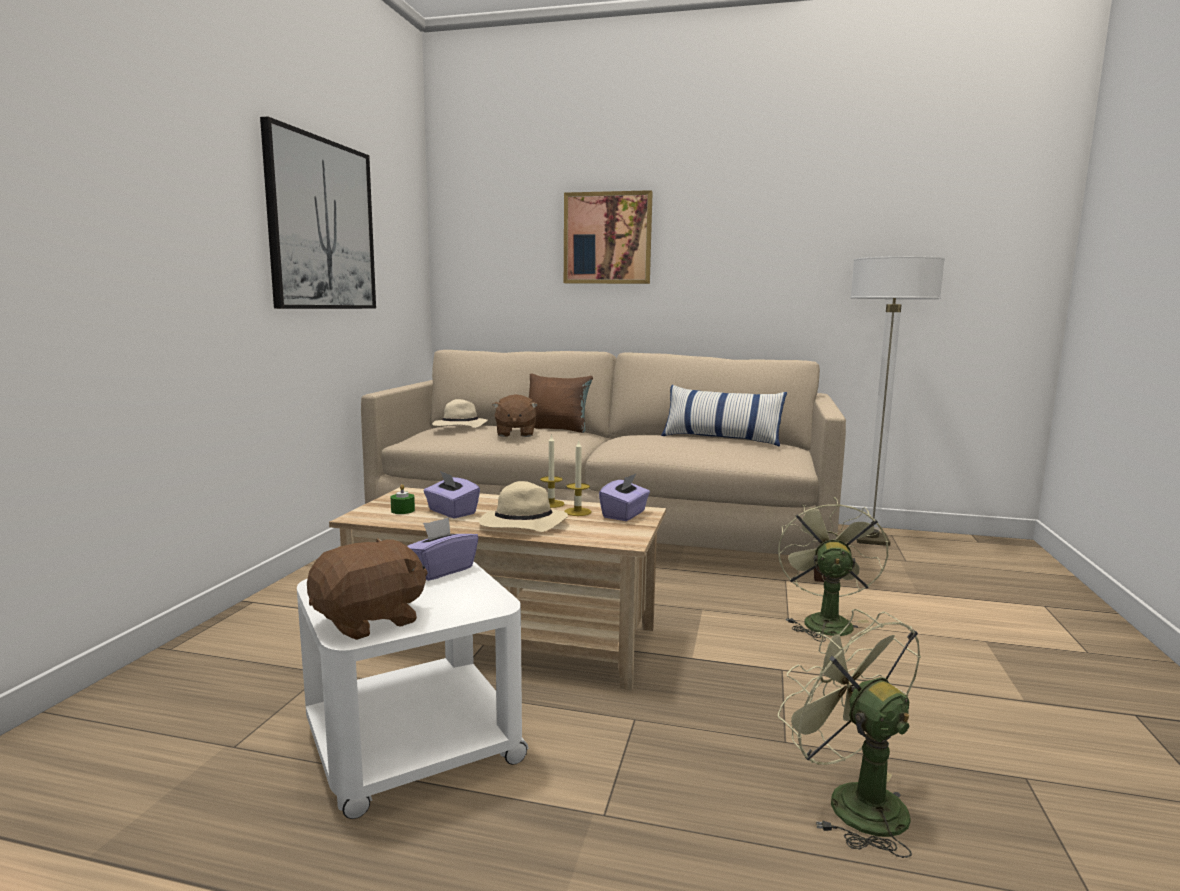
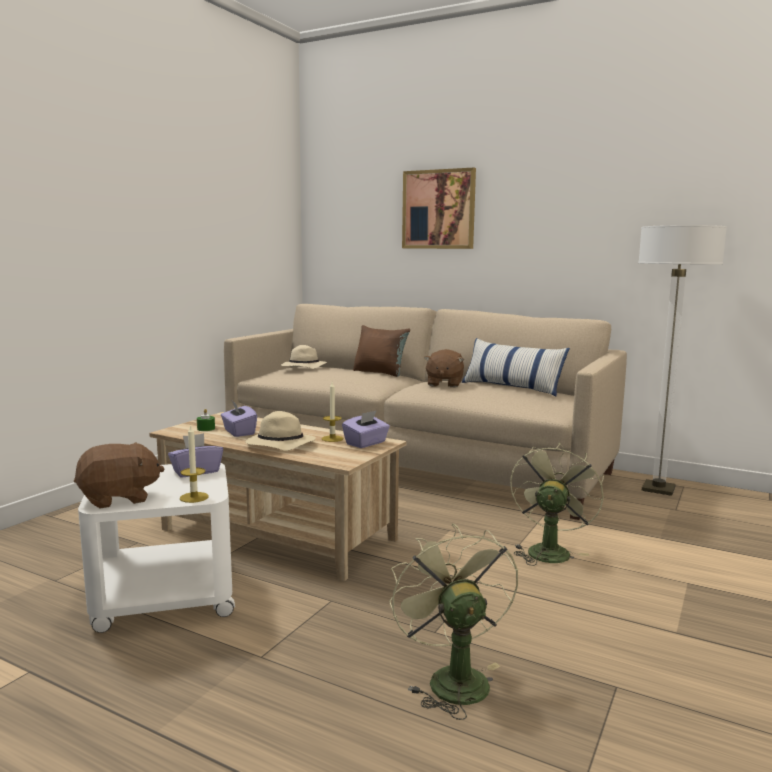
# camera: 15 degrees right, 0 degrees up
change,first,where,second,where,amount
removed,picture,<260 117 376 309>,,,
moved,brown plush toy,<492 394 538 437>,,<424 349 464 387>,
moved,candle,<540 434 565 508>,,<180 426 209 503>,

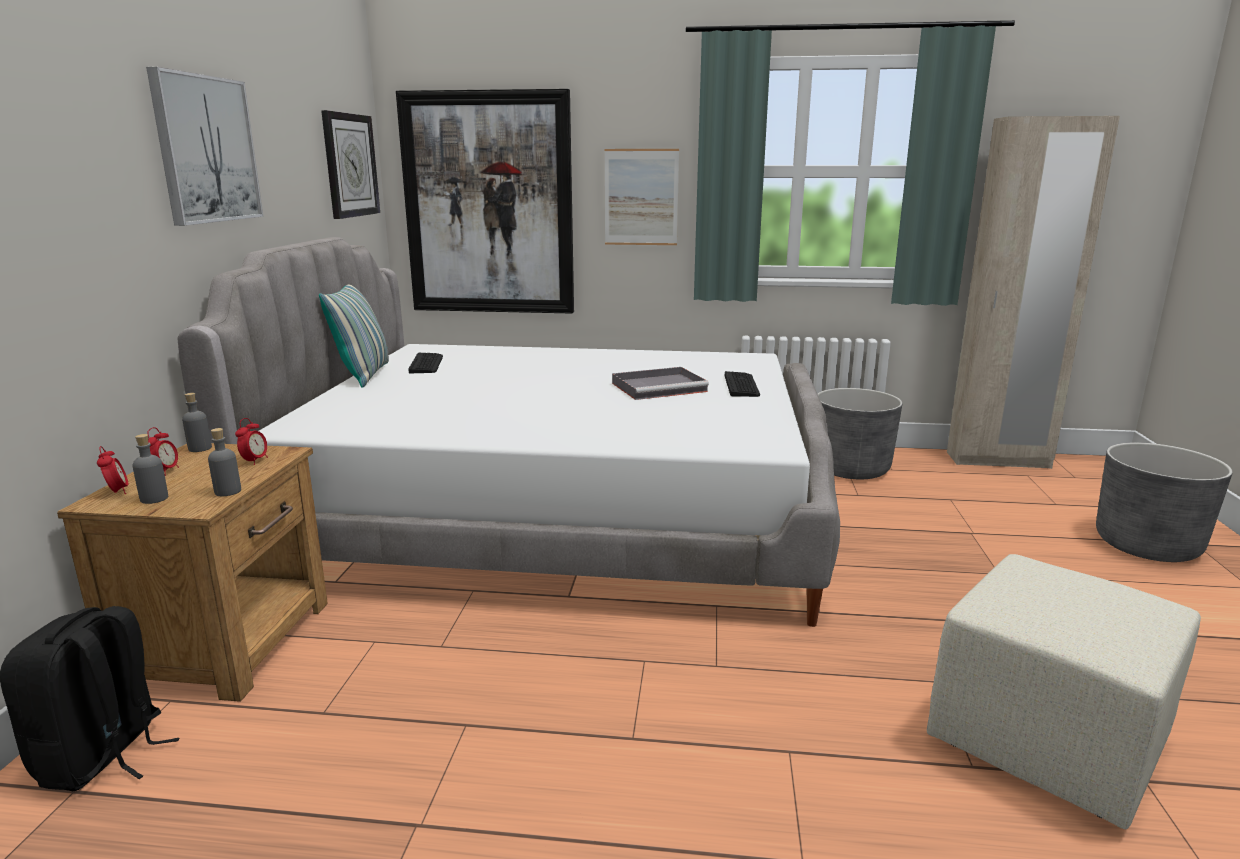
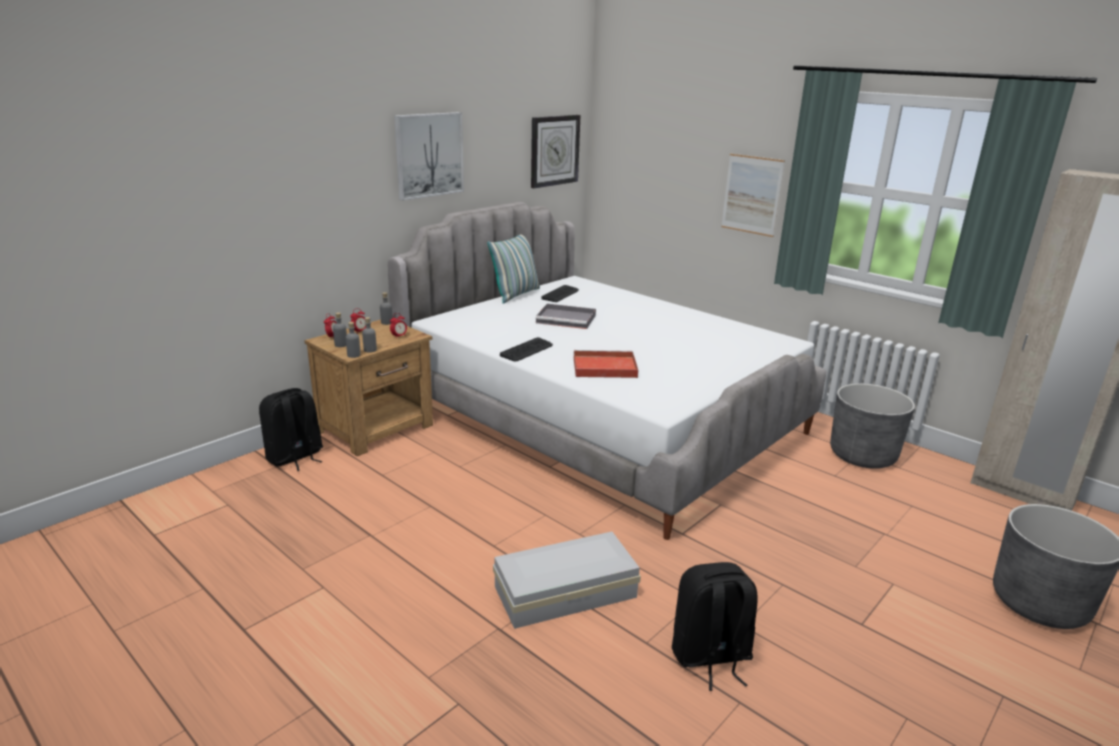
# camera: 35 degrees right, 5 degrees up
change,first,where,second,where,amount
removed,picture,<396 89 574 314>,,,
moved,grey tray,<612 367 709 400>,,<536 304 596 329>,
moved,keyboard,<725 371 760 397>,,<500 337 553 361>,
replaced,beige ottoman,<927 554 1201 829>,black backpack,<672 562 758 691>,
added,,,grey bottle,<346 322 361 358>,
added,,,white storage box,<493 532 641 629>,
added,,,red tray,<574 350 638 378>,

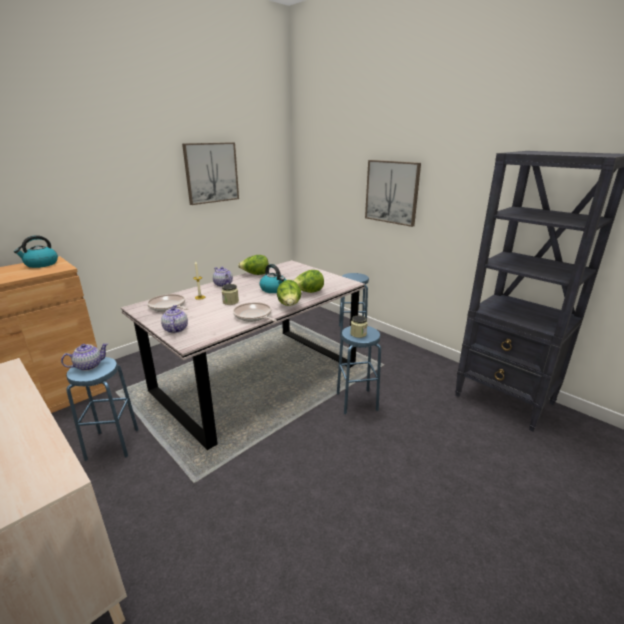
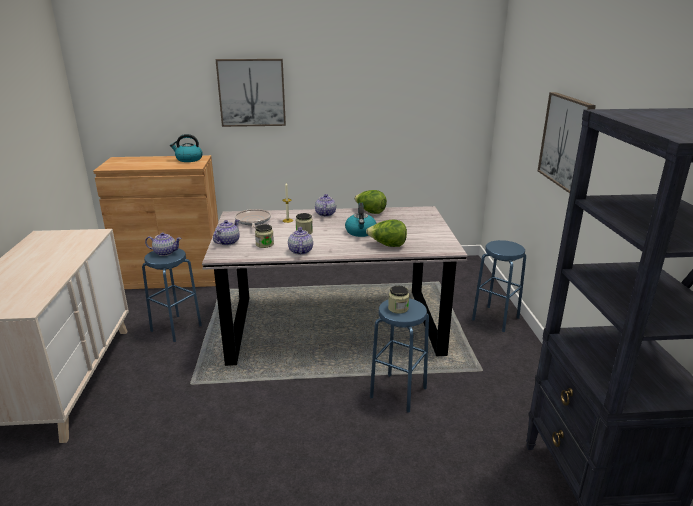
# camera: 40 degrees right, 0 degrees up
change,first,where,second,where,amount
moved,picture,<182 142 239 205>,,<216 59 286 127>,
replaced,frying pan,<233 302 277 322>,teapot,<288 227 313 255>,
removed,lettuce,<277 280 301 306>,,,
added,,,jar,<255 224 274 248>,

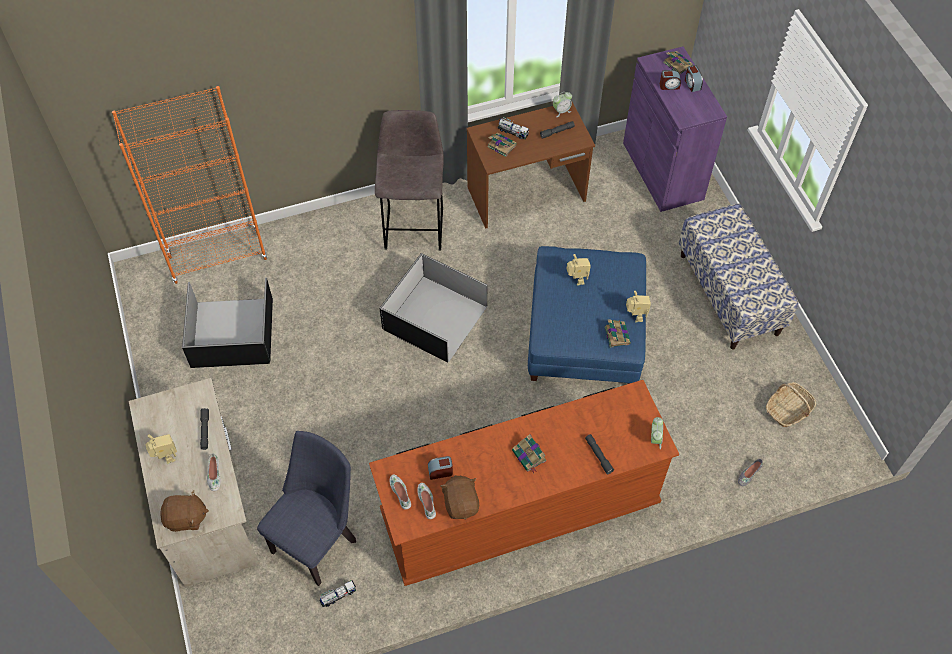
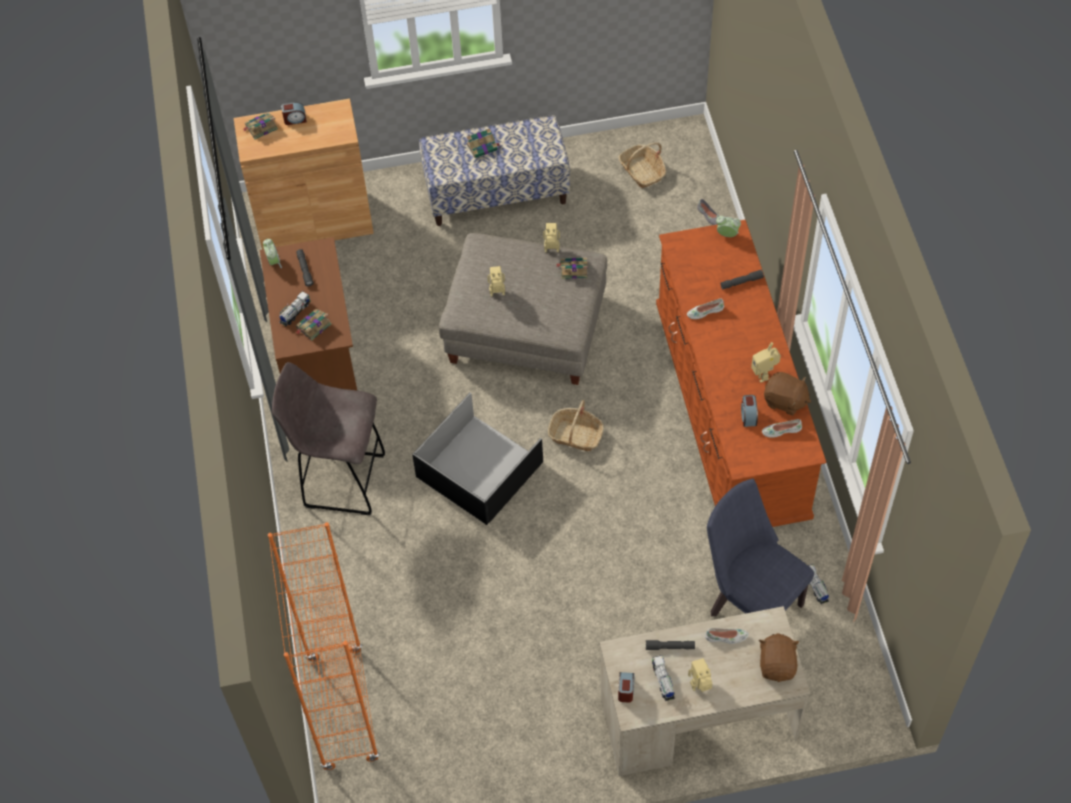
# camera: 80 degrees left, 0 degrees up
change,first,where,second,where,amount
removed,black storage box,<182 278 273 368>,,,
moved,white shoe,<390 475 411 509>,,<687 298 724 319>,
turned,brown plush toy,<440 475 479 519>,,<764 372 811 416>,150 degrees counterclockwise
moved,book,<512 434 546 473>,,<467 128 500 158>,
recoloured,blue ottoman,<528 246 646 384>,grey ottoman,<439 233 607 385>,
recoloured,purple cabinet,<623 46 727 212>,brown cabinet,<234 99 374 250>,
moved,alarm clock,<660 70 681 90>,,<618 672 635 703>,
added,,,basket,<548 400 604 451>,
added,,,toy truck,<652 655 675 701>,
added,,,toy robot,<751 342 781 383>,

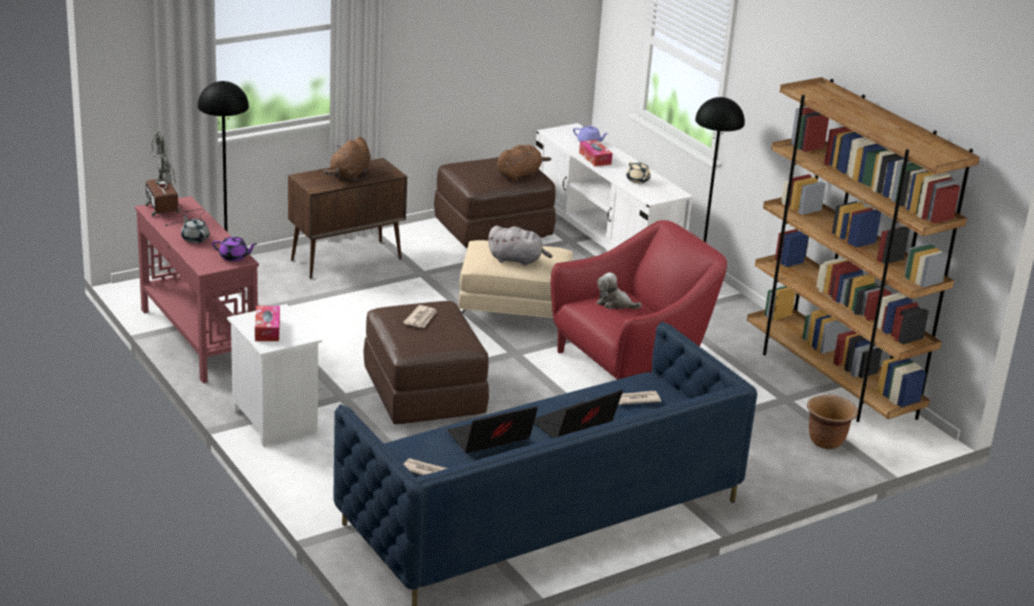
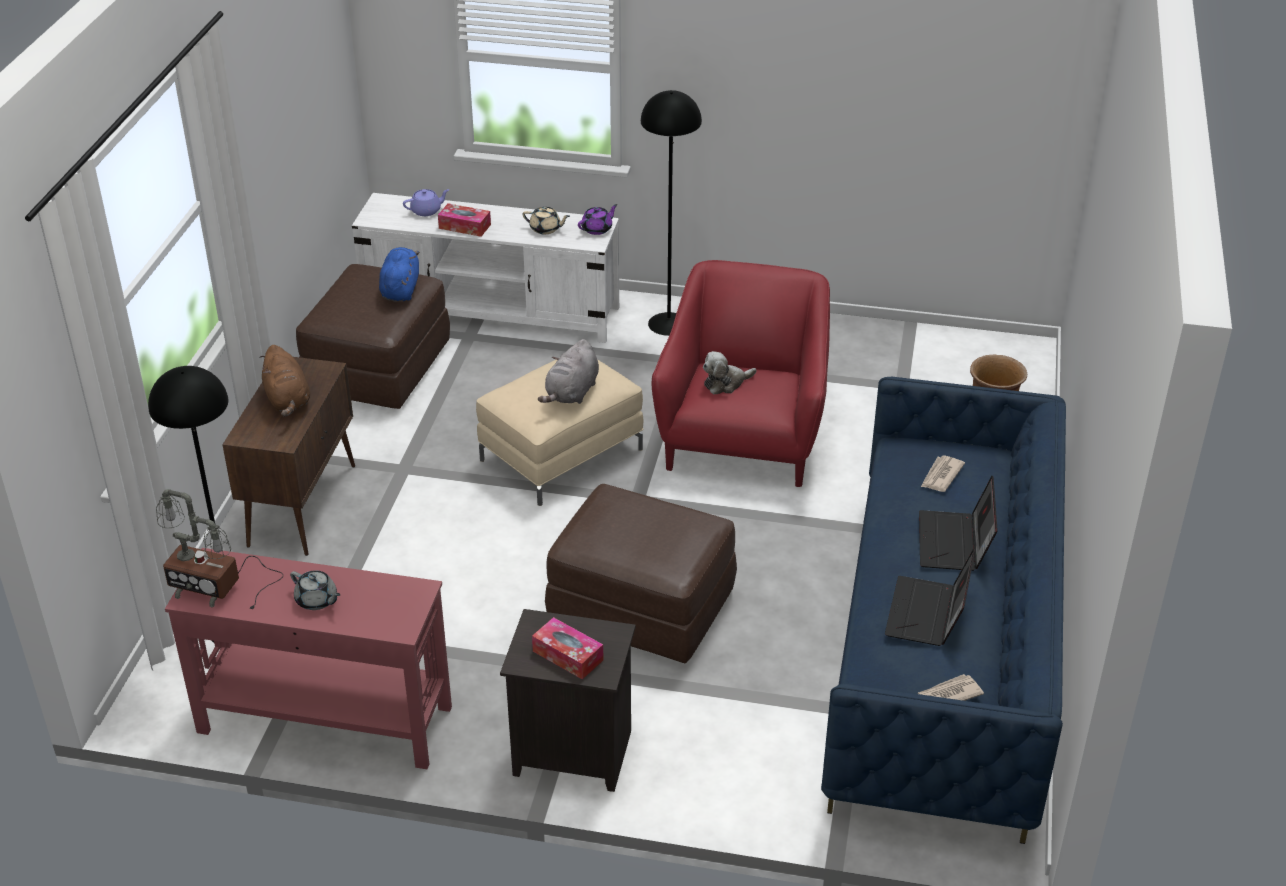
# camera: 45 degrees left, 10 degrees up
change,first,where,second,where,amount
turned,grey teapot,<181 214 210 243>,,<290 570 341 610>,150 degrees counterclockwise
moved,purple teapot,<212 236 257 261>,,<578 204 618 235>,
recoloured,white nightstand,<227 304 322 447>,black nightstand,<500 609 636 792>,
removed,newspaper,<403 305 437 328>,,,
turned,grey plush toy,<488 226 552 266>,,<538 339 599 404>,150 degrees clockwise
recoloured,brown plush toy,<497 145 551 181>,blue plush toy,<379 247 419 301>,
removed,brown bookcase,<747 77 980 422>,,,

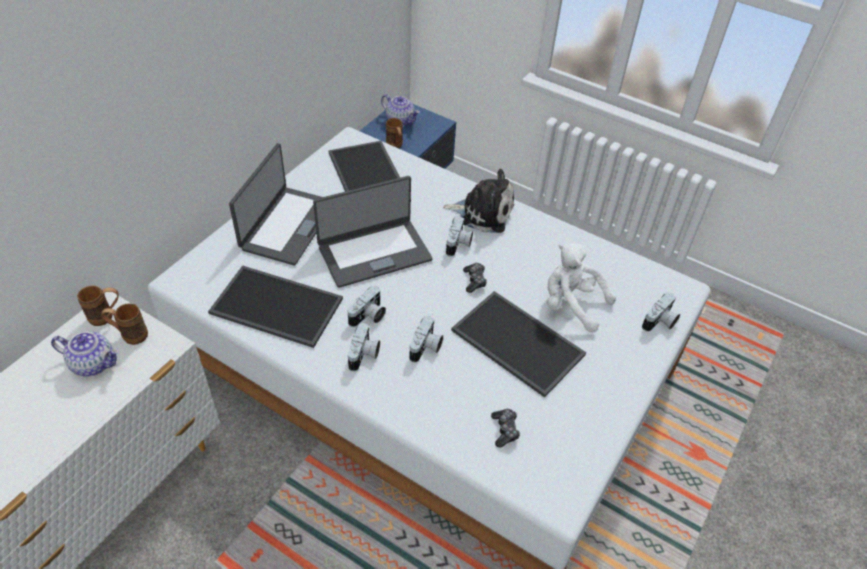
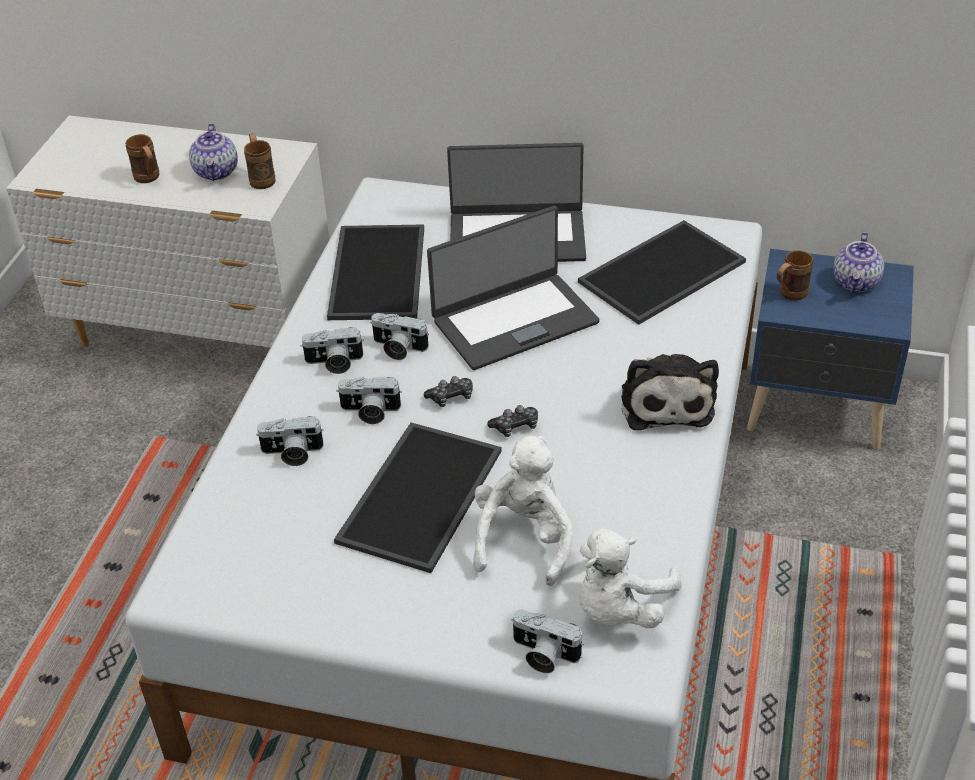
# camera: 75 degrees right, 5 degrees down
change,first,where,second,where,amount
moved,brown mug,<77 286 119 326>,,<125 134 159 183>,
turned,laptop,<313 176 433 288>,,<427 206 599 370>,75 degrees counterclockwise
moved,photo camera,<446 216 473 257>,,<256 416 324 466>,
moved,game controller,<491 409 520 447>,,<424 376 473 407>,
added,,,white plush toy,<579 529 682 628>,

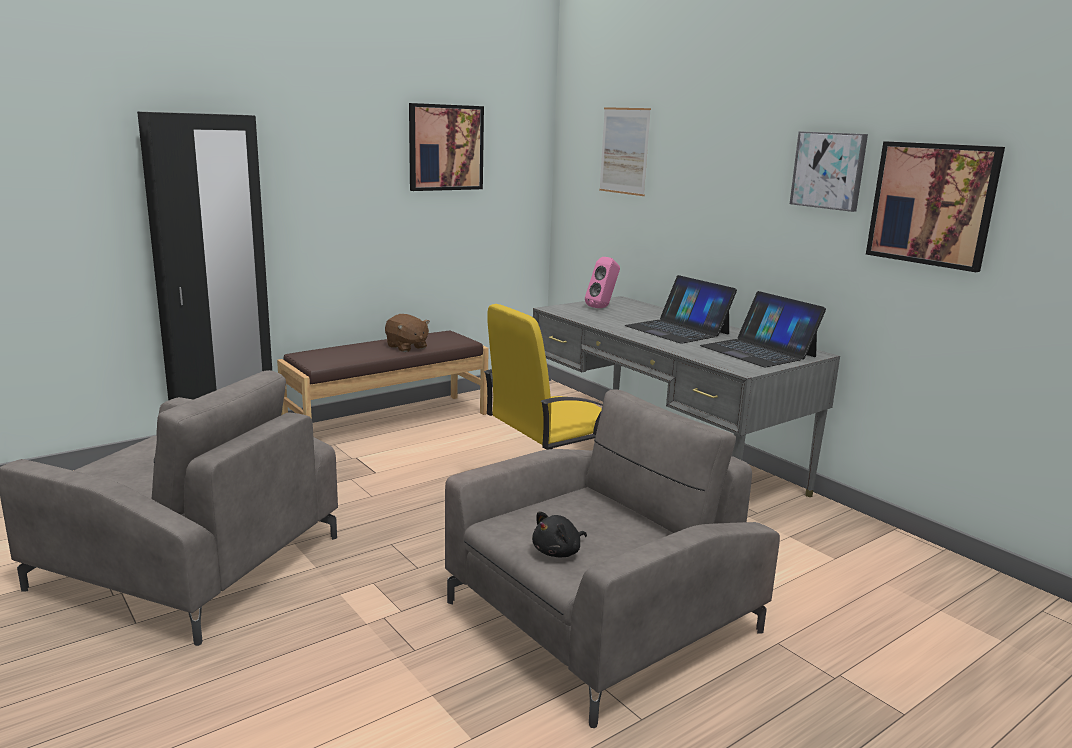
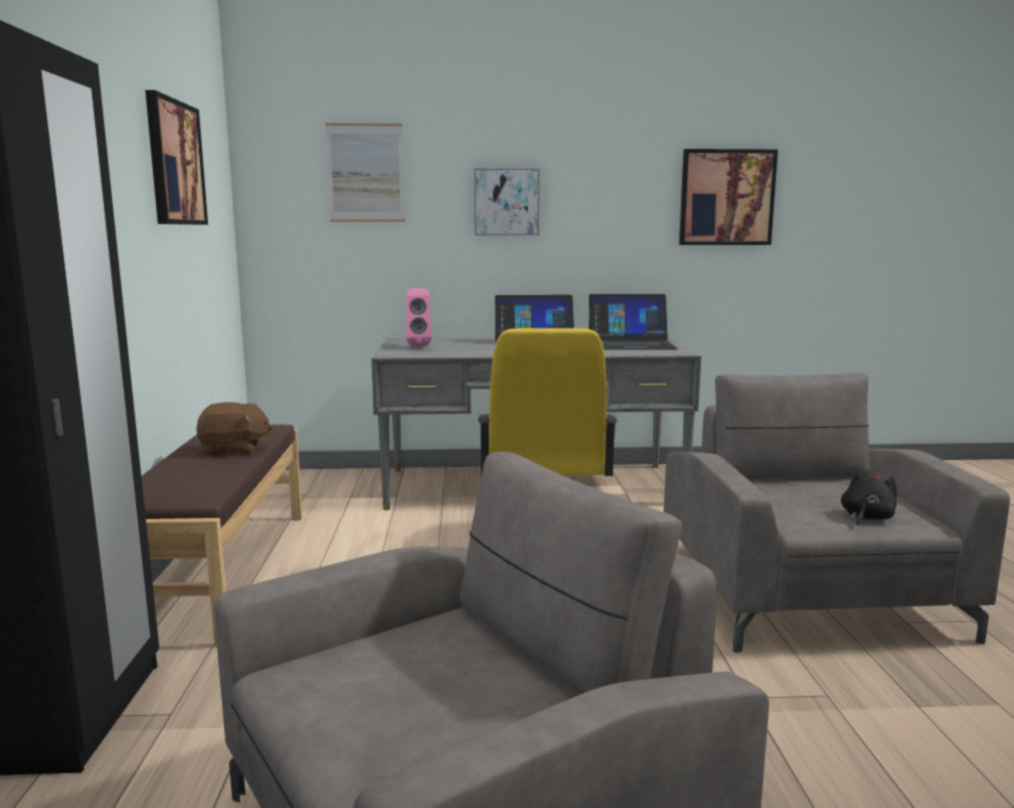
# camera: 55 degrees left, 5 degrees down
change,first,where,second,where,amount
turned,black plush toy,<532 512 587 557>,,<841 470 897 526>,135 degrees counterclockwise
moved,picture,<790 132 868 212>,,<474 169 539 235>,

